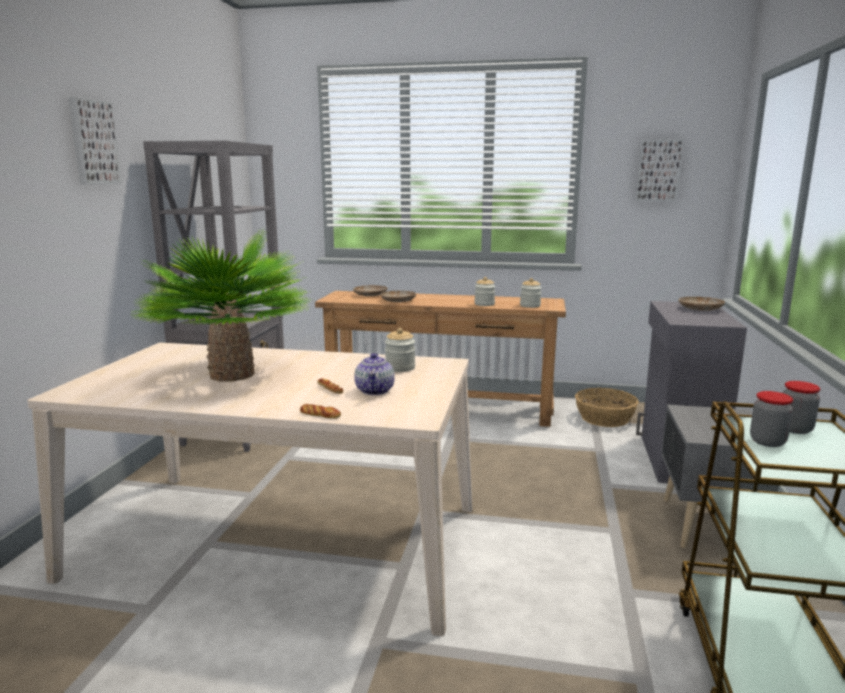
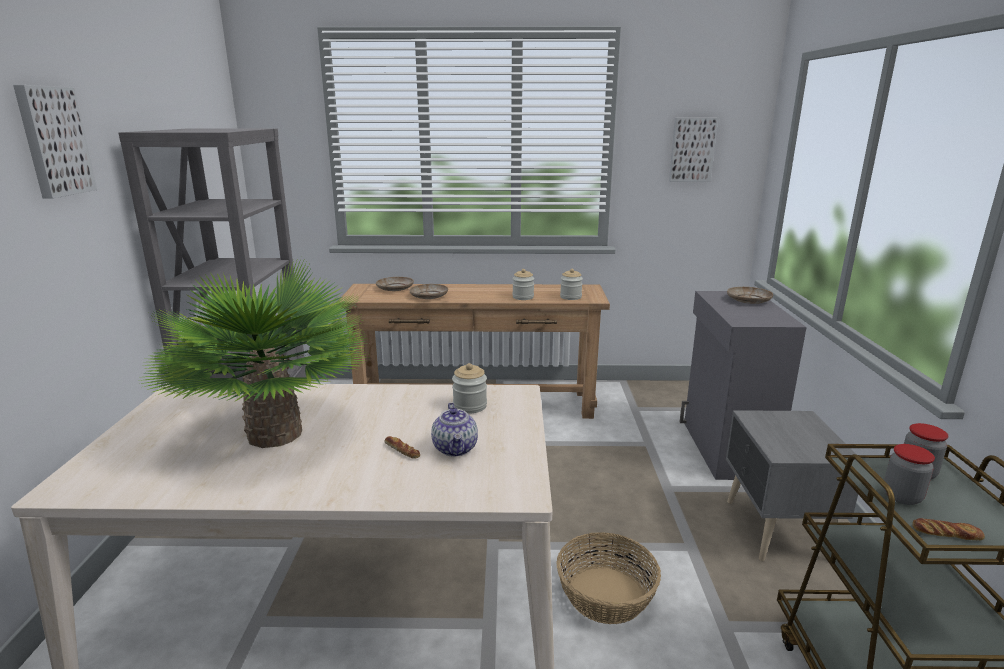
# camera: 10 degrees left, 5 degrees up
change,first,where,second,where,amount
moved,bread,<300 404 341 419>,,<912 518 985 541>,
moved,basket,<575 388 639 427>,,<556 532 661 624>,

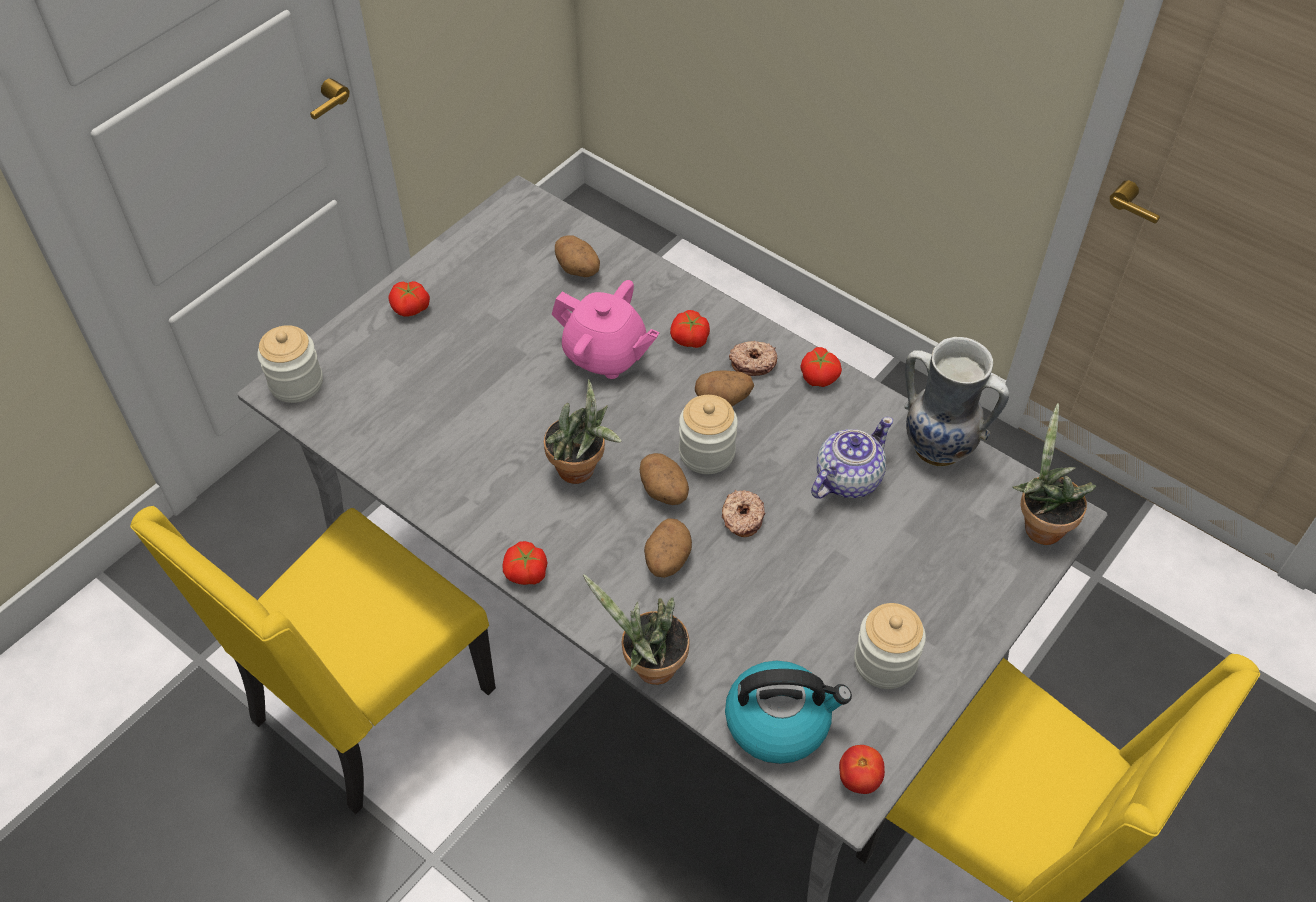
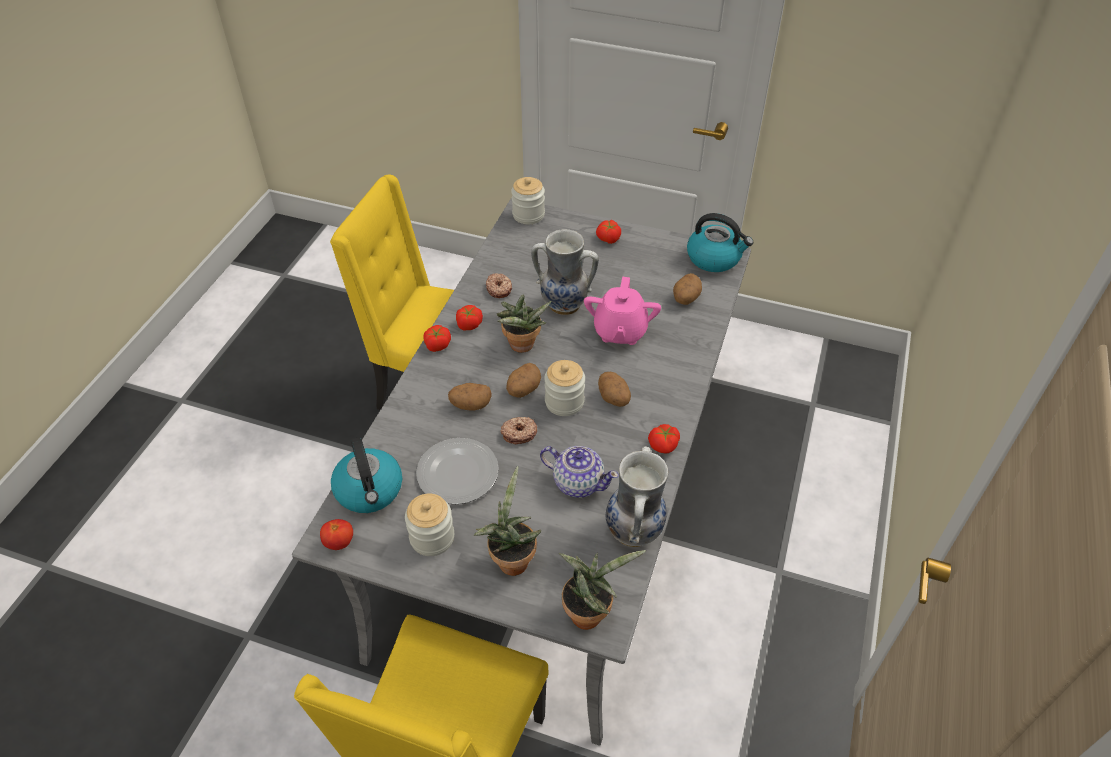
# camera: 70 degrees right, 5 degrees down
change,first,where,second,where,amount
moved,potted plant,<583 574 689 685>,,<474 466 541 576>,
moved,tomato,<670 310 710 348>,,<456 305 483 331>,
moved,donut,<729 341 777 376>,,<486 273 512 298>,
added,,,plate,<416 438 499 504>,
added,,,vase,<531 229 599 315>,
added,,,kettle,<687 213 753 272>,

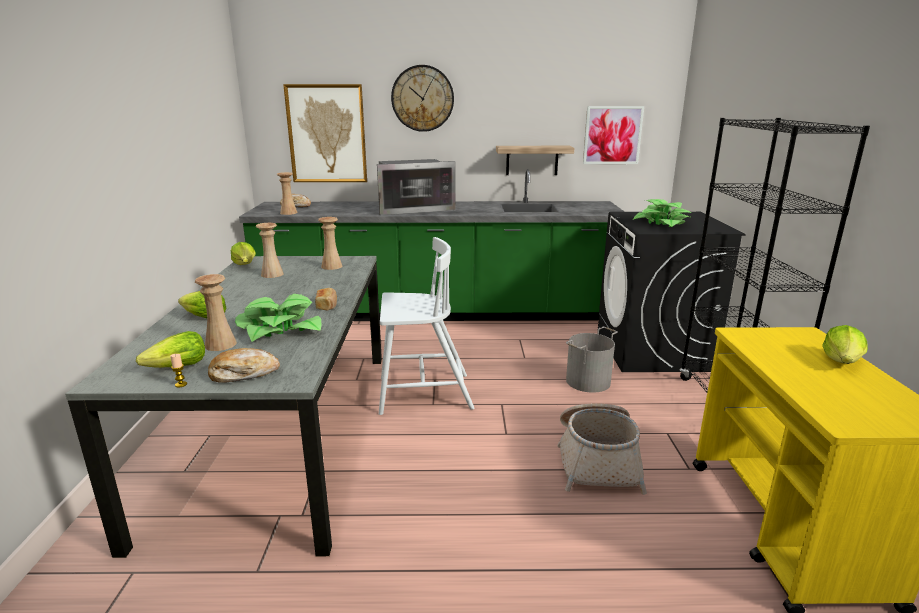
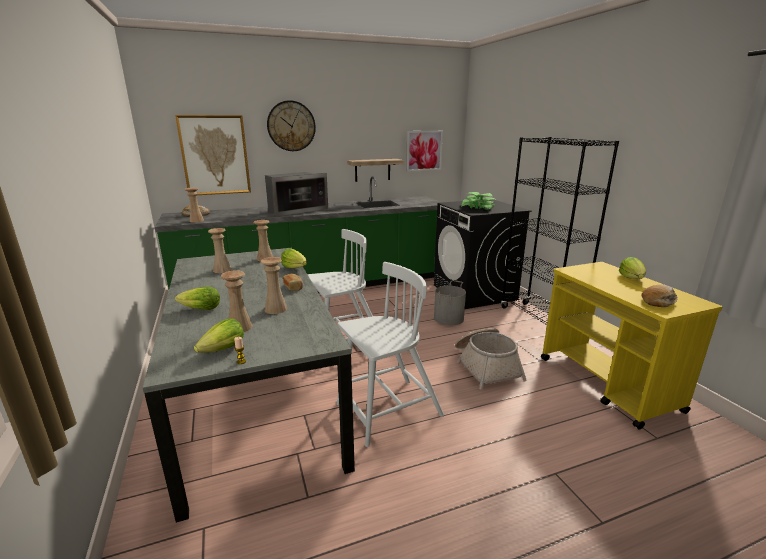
# camera: 20 degrees left, 0 degrees up
change,first,where,second,where,amount
moved,bread,<208 348 280 383>,,<641 285 678 307>,
moved,lettuce,<231 242 256 265>,,<281 249 307 268>,
replaced,potted plant,<235 294 322 342>,beige vase,<260 257 287 314>,
added,,,white chair,<336 262 444 447>,

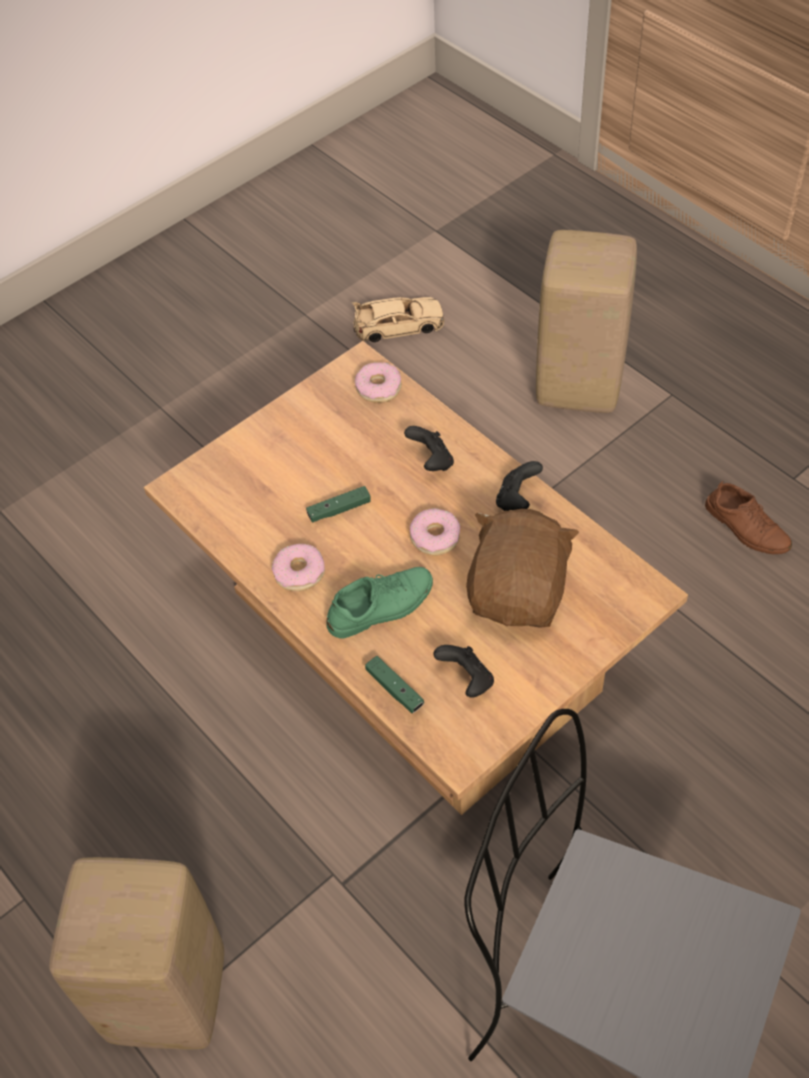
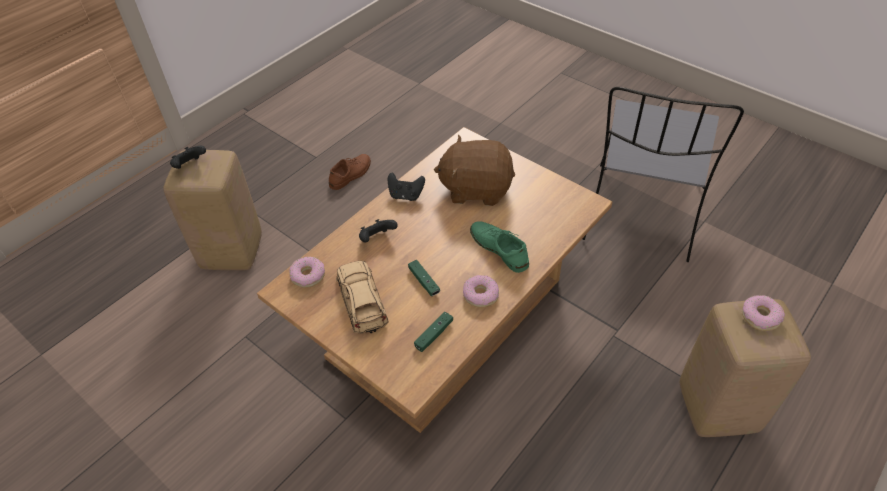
# camera: 100 degrees left, 5 degrees down
change,first,where,second,where,amount
moved,beige toy car,<352 297 444 342>,,<336 261 389 334>,
moved,green game controller,<365 656 424 714>,,<414 312 453 352>,
moved,donut,<410 508 460 555>,,<742 295 785 331>,
moved,black game controller,<433 645 494 698>,,<170 146 206 169>,

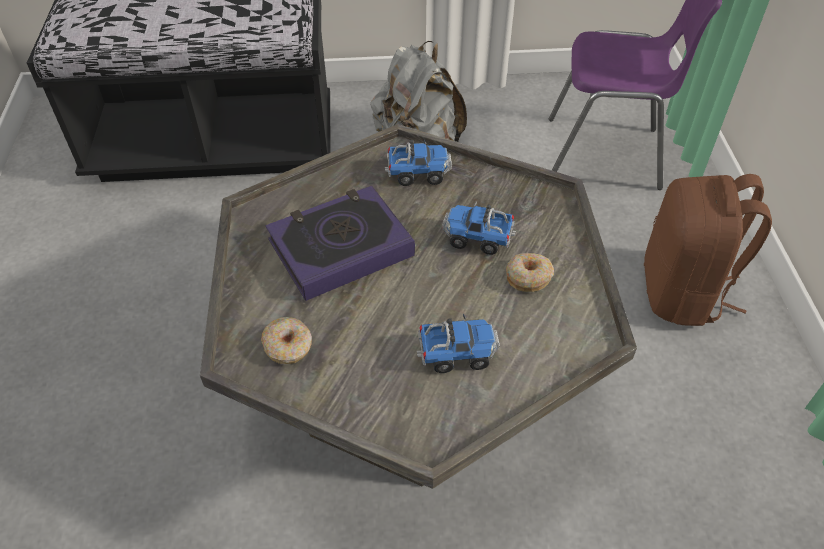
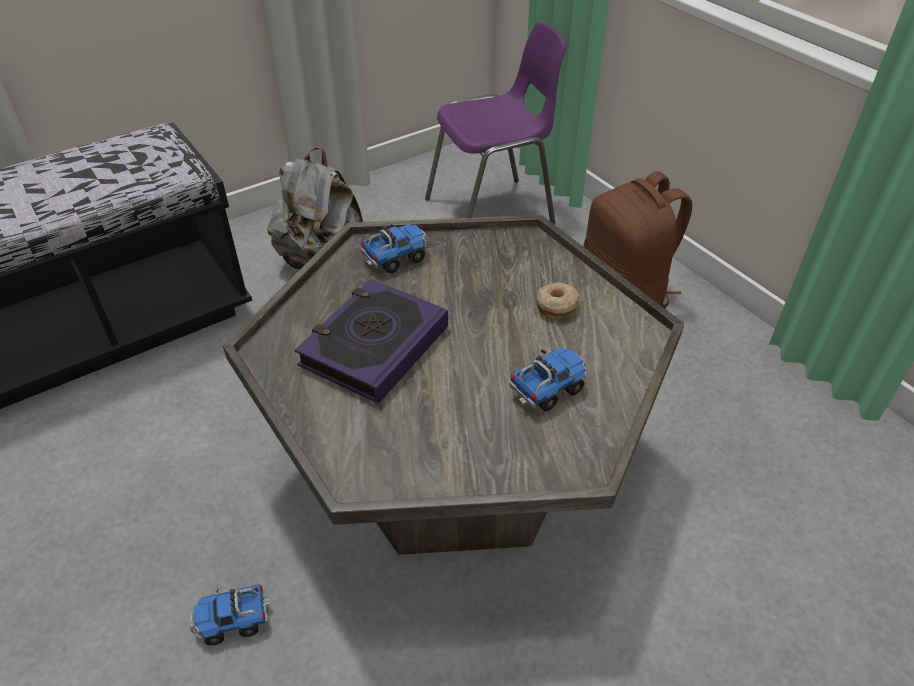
# camera: 30 degrees left, 5 degrees down
change,first,where,second,where,amount
removed,donut,<261 317 312 364>,,,
moved,toy truck,<442 201 516 255>,,<190 584 270 645>,

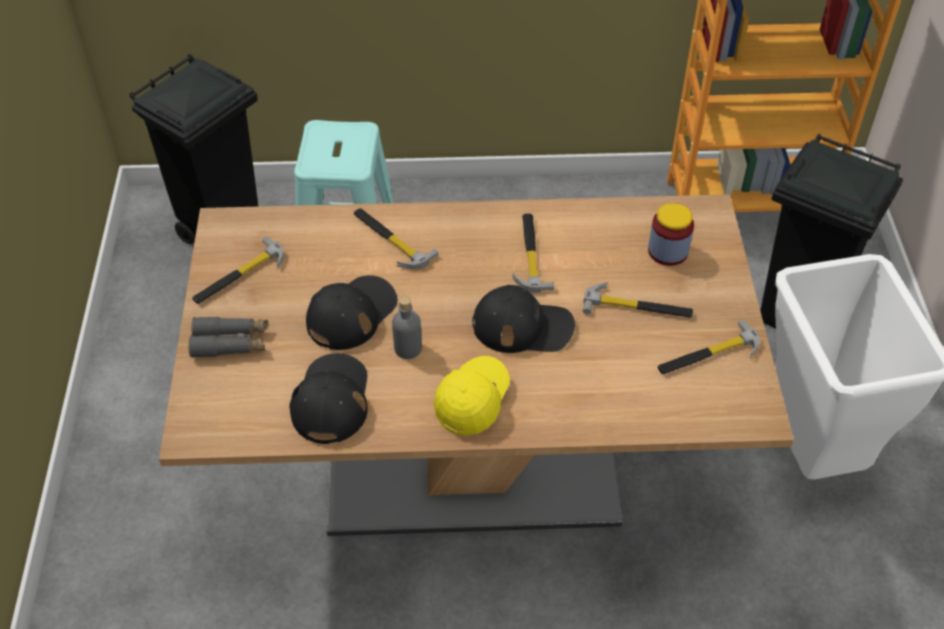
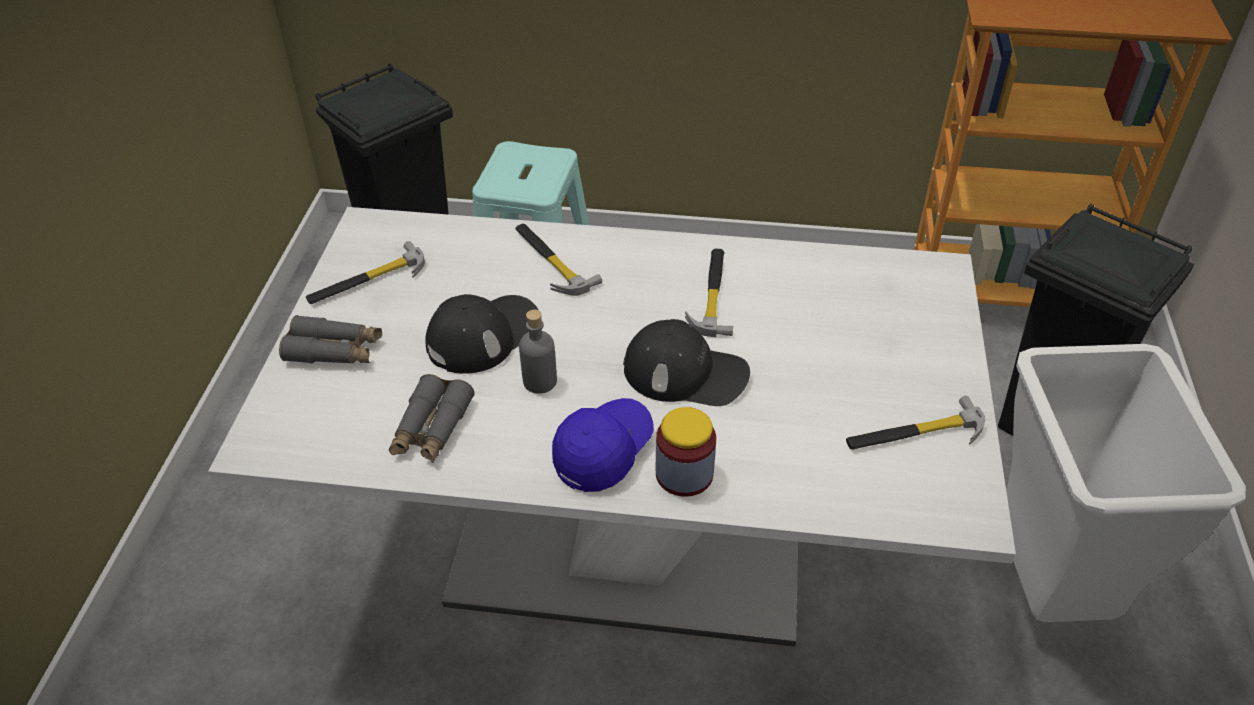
# camera: 10 degrees right, 5 degrees down
change,first,where,second,where,amount
recoloured,brown dining table,<159 194 794 536>,white dining table,<208 207 1016 647>,
replaced,black cap,<289 353 368 444>,grey binoculars,<389 374 475 463>,
recoloured,yellow cap,<434 356 510 436>,blue cap,<552 398 654 492>,
removed,hammer,<583 282 693 318>,,,
moved,jar,<648 203 694 266>,,<655 407 716 497>,

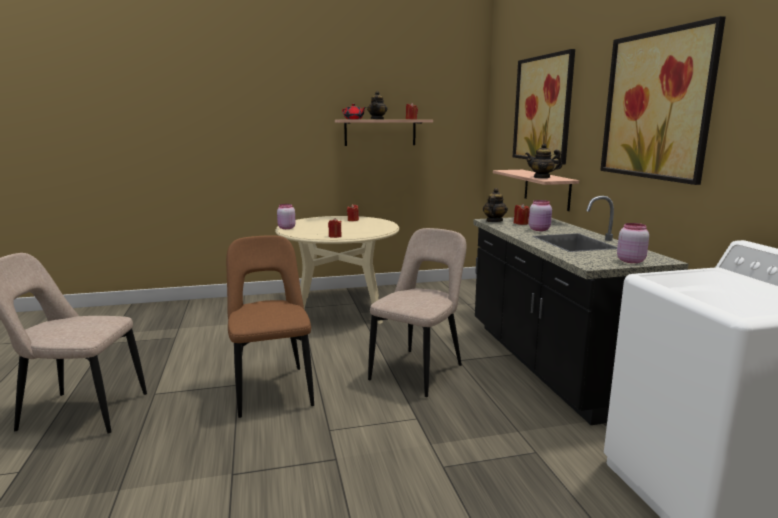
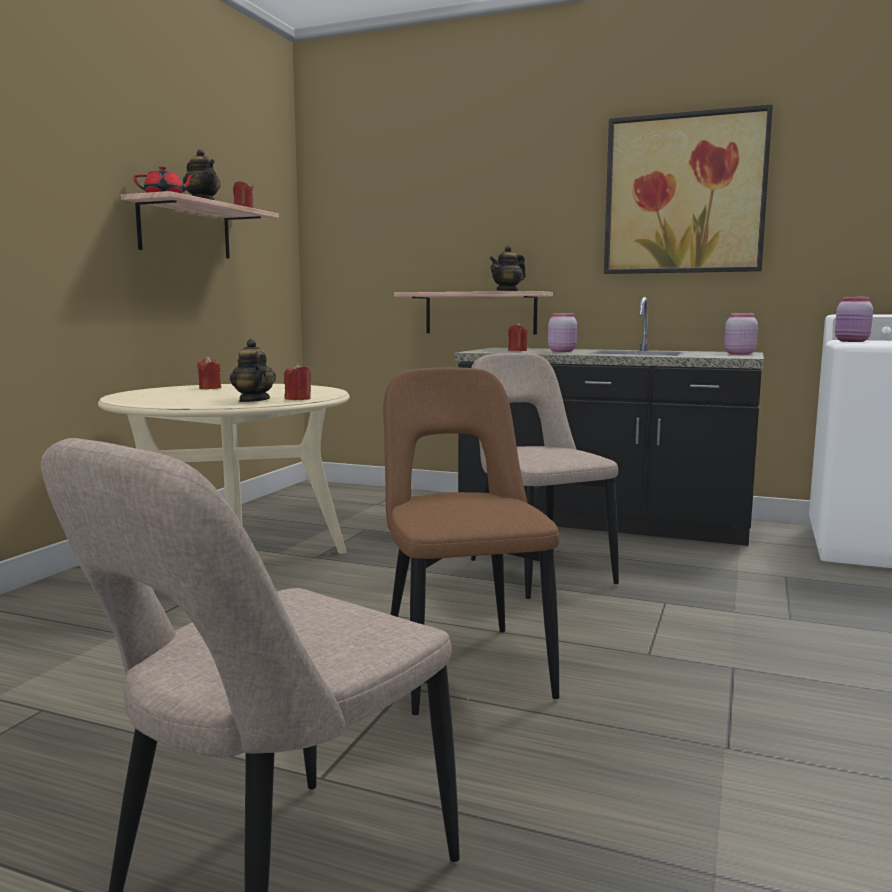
# camera: 55 degrees left, 5 degrees down
change,first,where,second,where,amount
turned,brown chair,<226 235 314 418>,,<383 367 560 715>,60 degrees clockwise
moved,pink jar,<277 204 296 229>,,<835 297 873 342>,
moved,teapot,<483 188 508 222>,,<230 339 276 402>,
removed,picture,<513 49 575 165>,,,

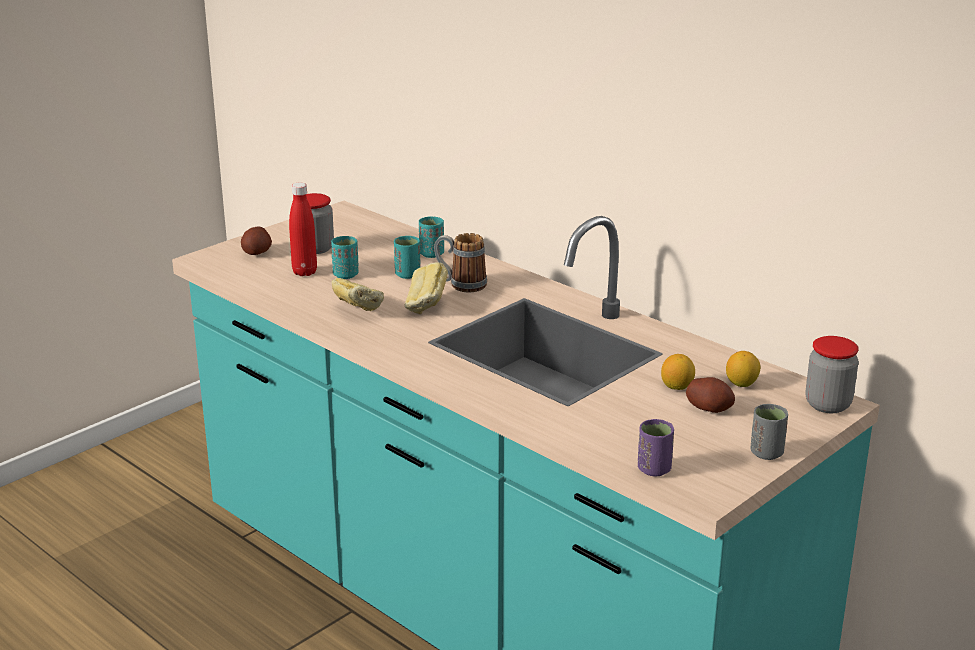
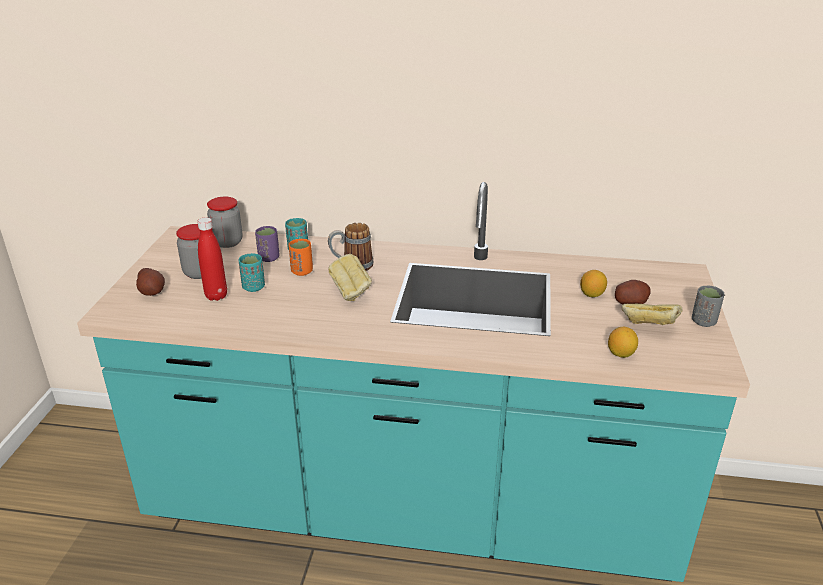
# camera: 35 degrees left, 5 degrees up
change,first,where,second,where,amount
moved,bread,<332 278 384 311>,,<622 304 683 325>,
recoloured,turquoise cup,<394 236 420 279>,orange cup,<288 239 313 276>,
moved,purple cup,<638 419 674 476>,,<255 226 279 262>,
moved,lemon,<726 351 760 387>,,<608 327 638 358>,
moved,jar,<806 336 859 413>,,<207 197 242 248>,

